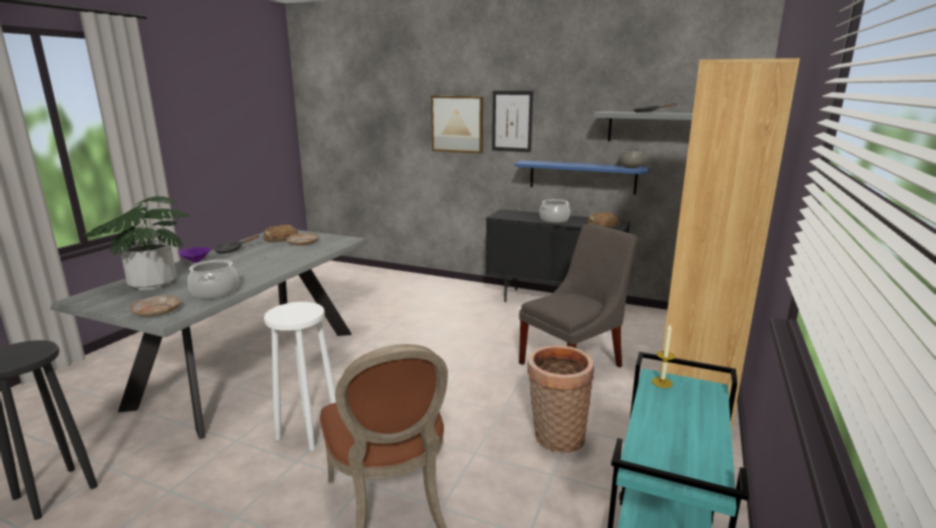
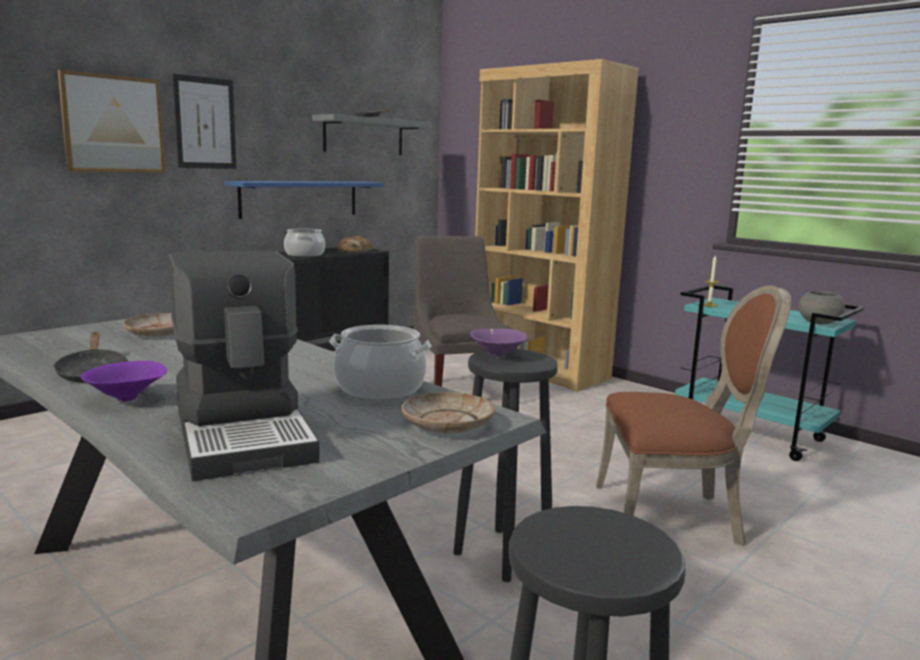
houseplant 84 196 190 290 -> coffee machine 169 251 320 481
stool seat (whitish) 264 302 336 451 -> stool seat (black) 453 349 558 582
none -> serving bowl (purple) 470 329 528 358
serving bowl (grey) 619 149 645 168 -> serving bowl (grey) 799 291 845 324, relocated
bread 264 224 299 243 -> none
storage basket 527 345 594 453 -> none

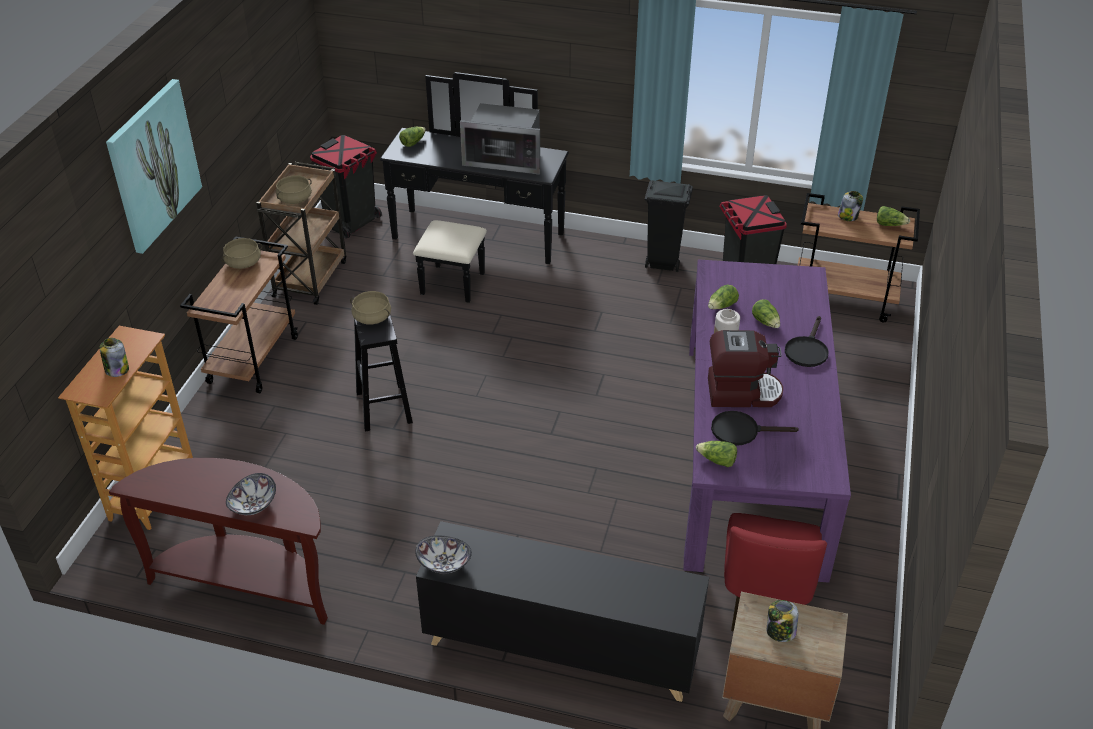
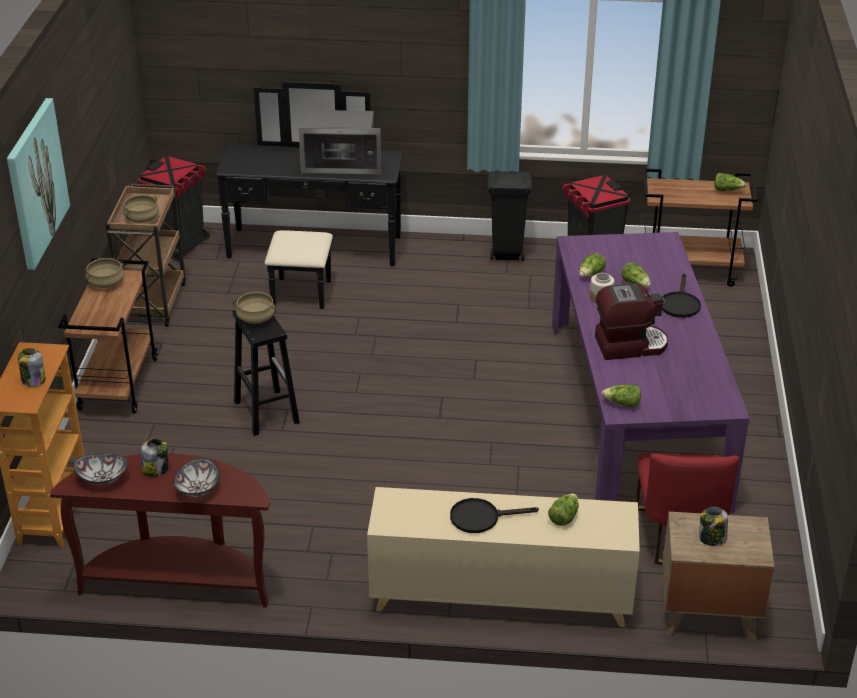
serving bowl 415 535 472 574 -> serving bowl 74 453 128 485, relocated
jar 838 191 863 221 -> jar 141 439 168 477, relocated
cupboard (black) 416 521 709 702 -> cupboard (beige-coloured) 367 487 640 627
skillet (black) 711 411 799 446 -> skillet (black) 450 498 539 533, relocated
lettuce 399 127 426 147 -> lettuce 548 493 579 526, relocated

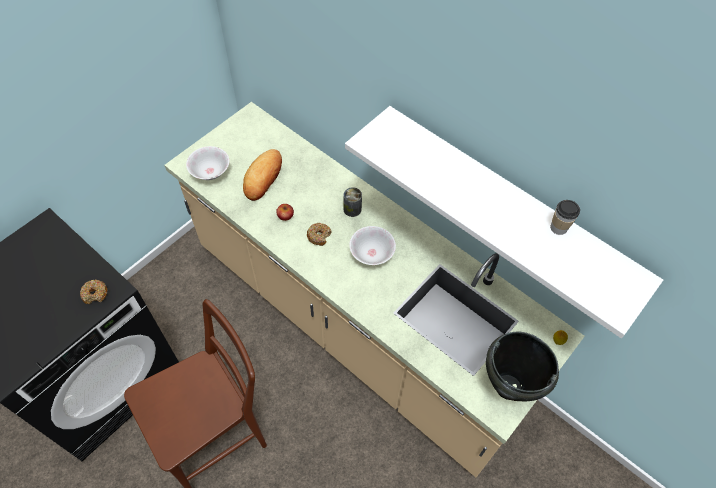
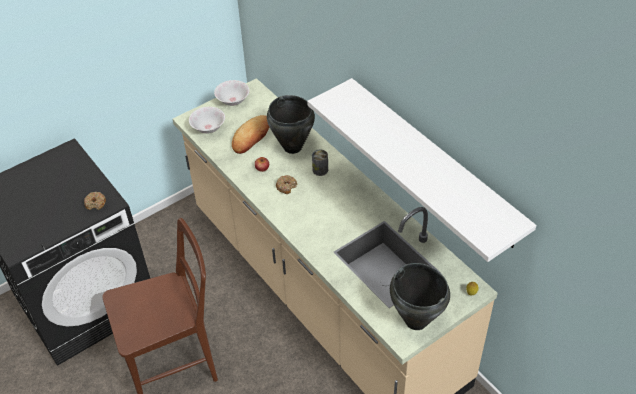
serving bowl (whitish) 349 226 396 265 -> serving bowl (whitish) 214 80 249 106, relocated
none -> cooking pot (black) 267 95 315 154
drinking cup 550 200 580 235 -> none

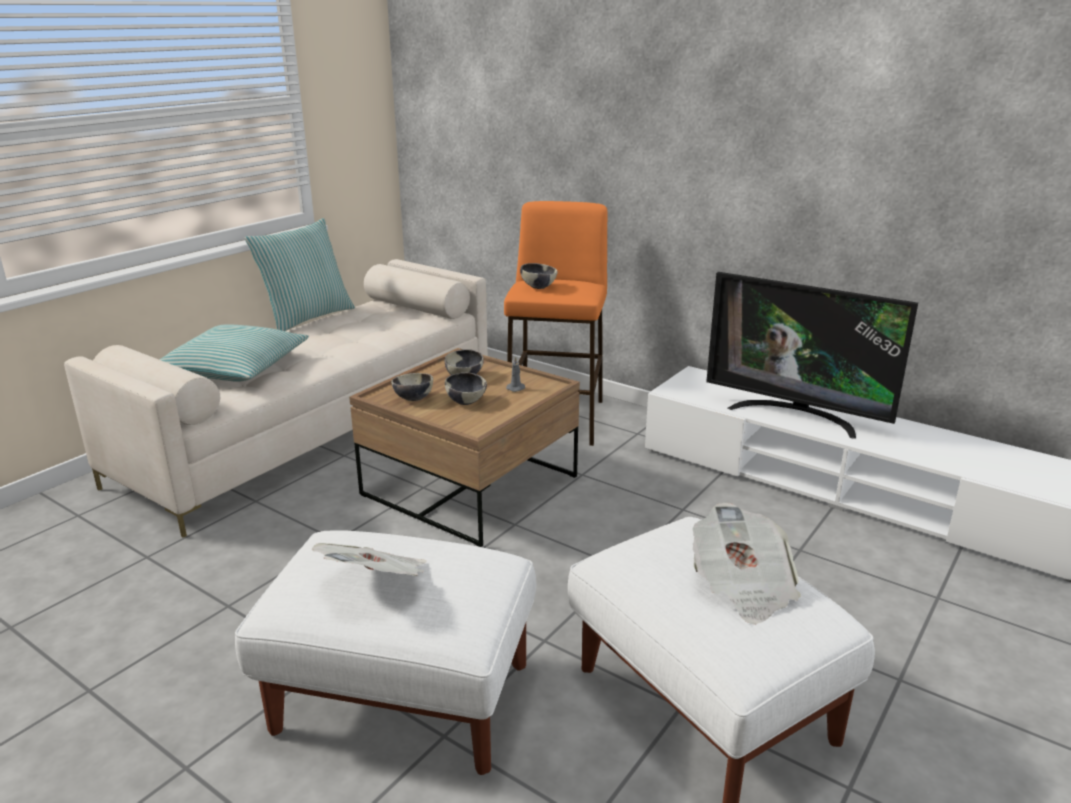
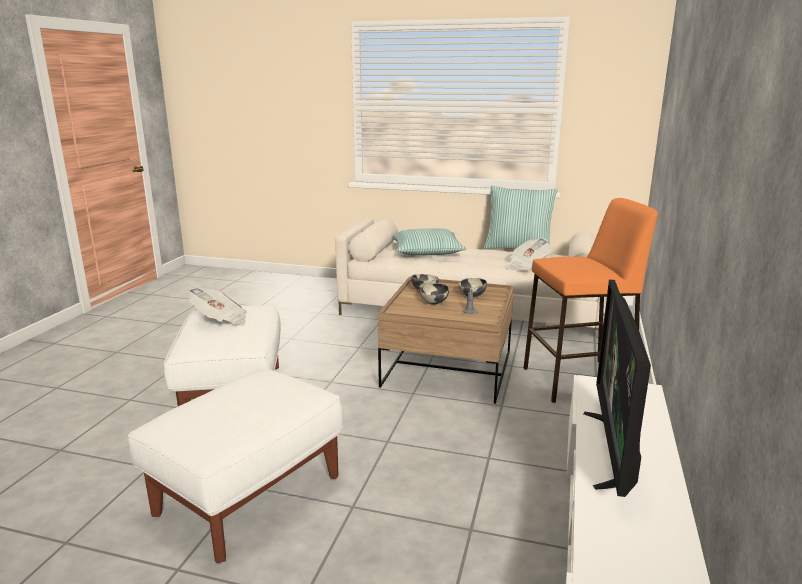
newspaper 692 503 801 625 -> newspaper 506 238 553 271, relocated
serving bowl 520 263 558 289 -> none

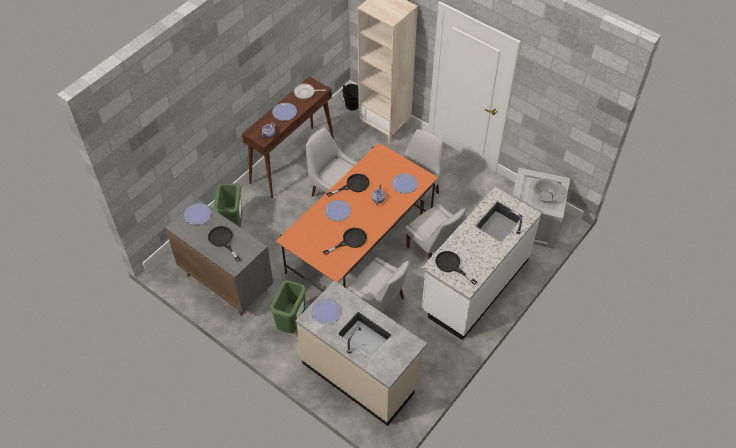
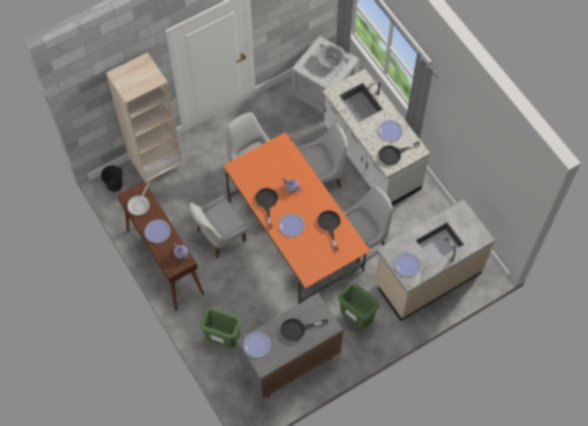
flat dish 392 173 418 194 -> flat dish 378 120 403 142, relocated

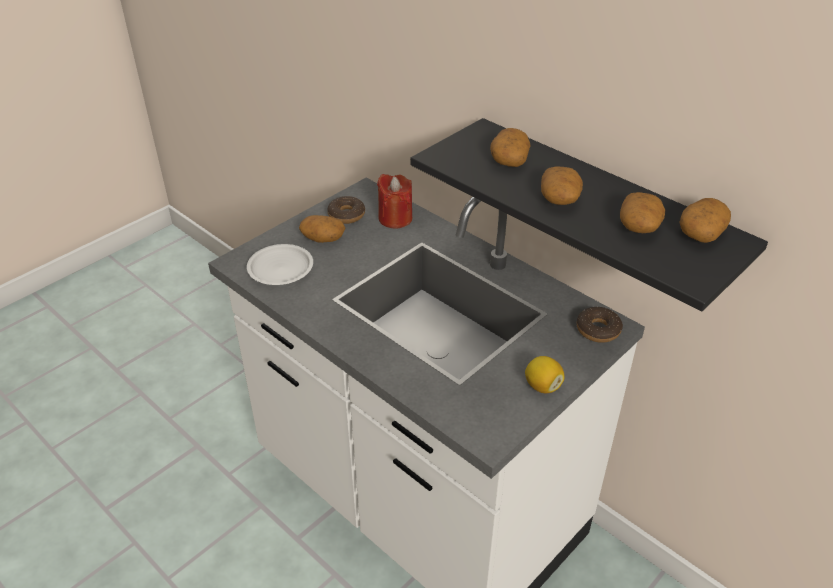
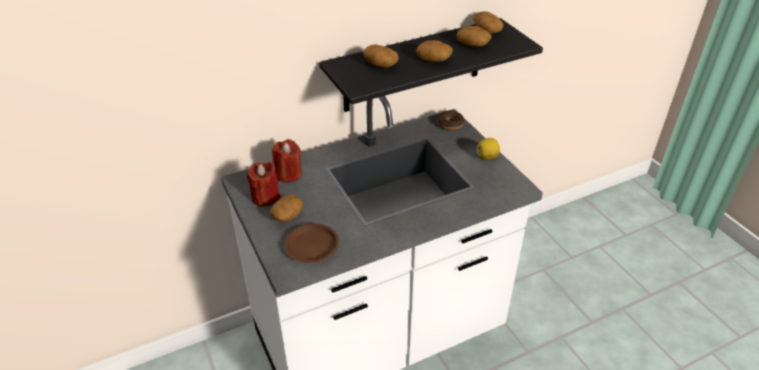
donut 327 196 365 224 -> wax light (red-coloured) 247 162 280 207
flat dish (whitish) 247 244 313 285 -> flat dish (brown-coloured) 284 223 339 263

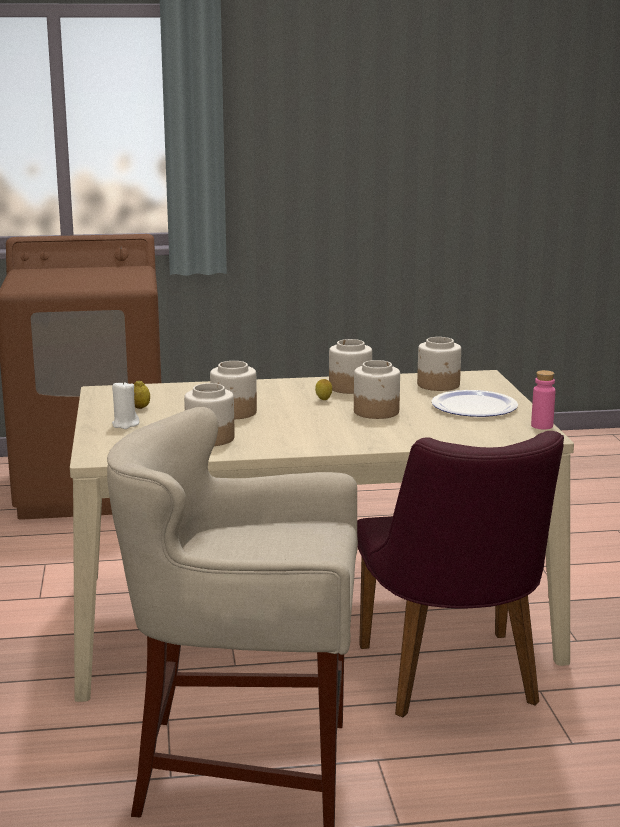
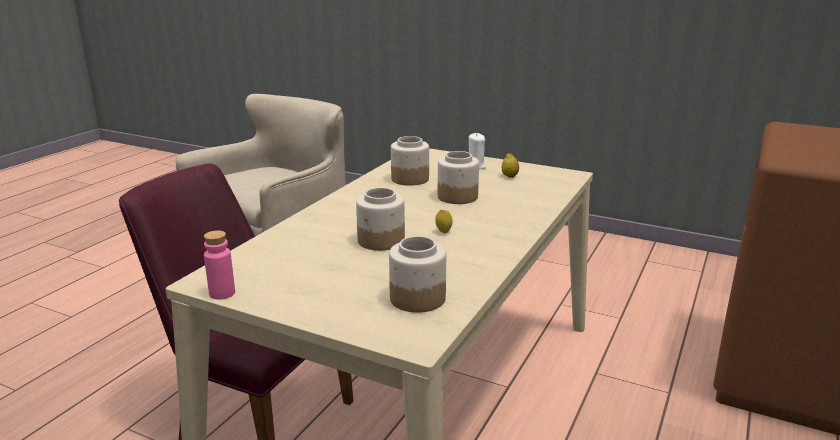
jar 329 339 372 394 -> none
flat dish 432 390 518 417 -> none

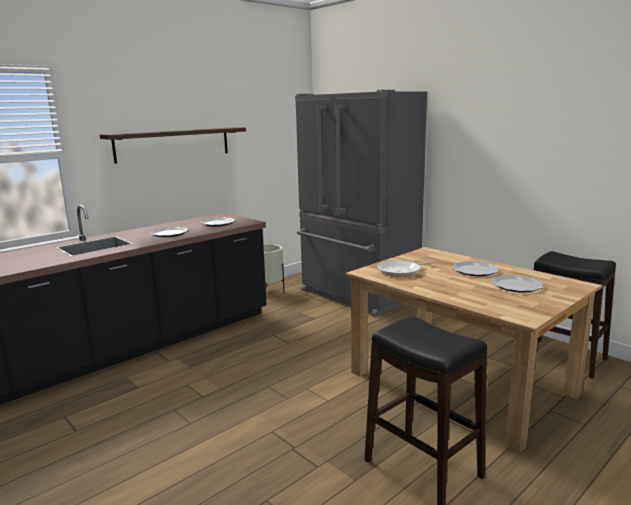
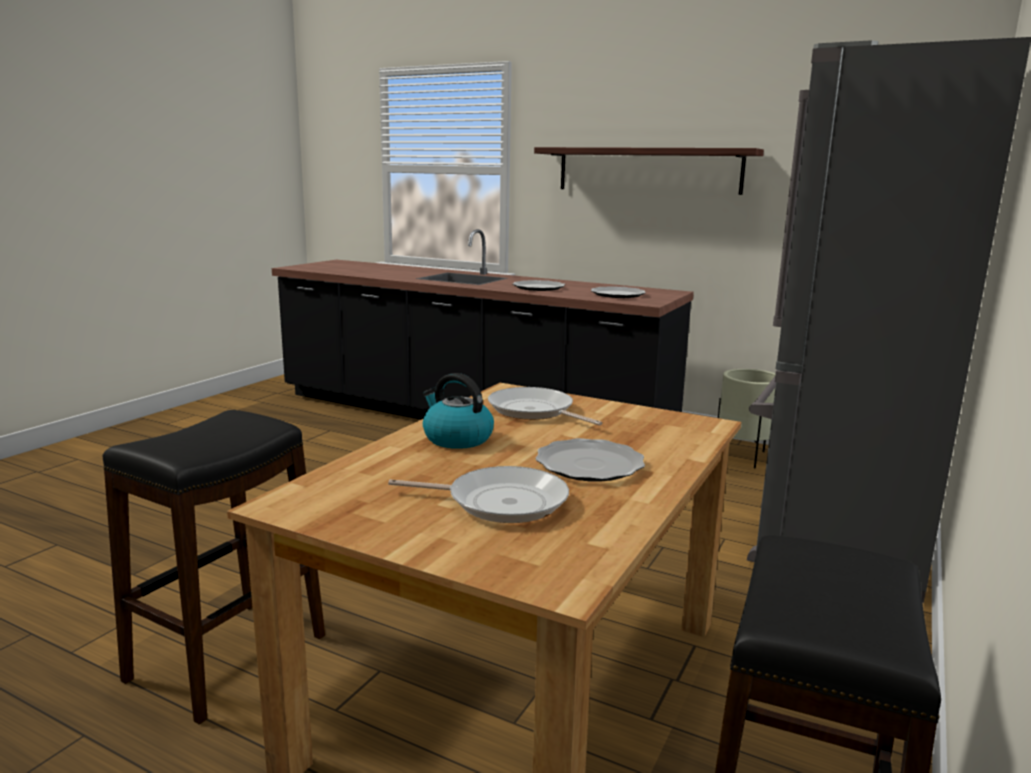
flat dish 491 275 544 293 -> skillet 388 466 569 523
none -> water kettle 423 373 494 449

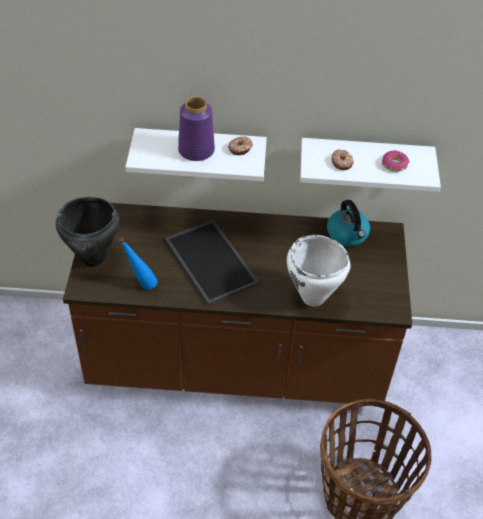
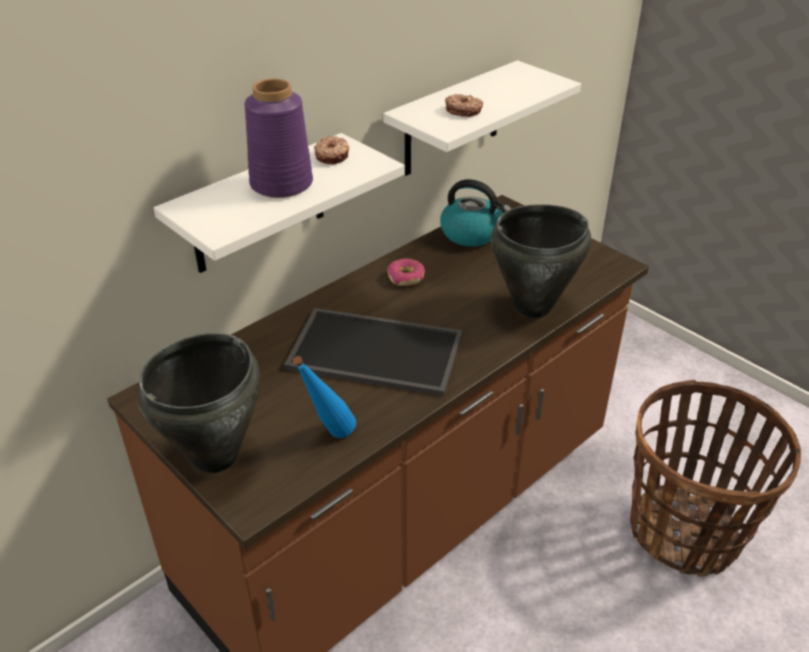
donut 382 150 410 172 -> donut 387 258 425 286, relocated
cooking pot (whitish) 287 235 350 307 -> cooking pot (black) 491 204 591 318

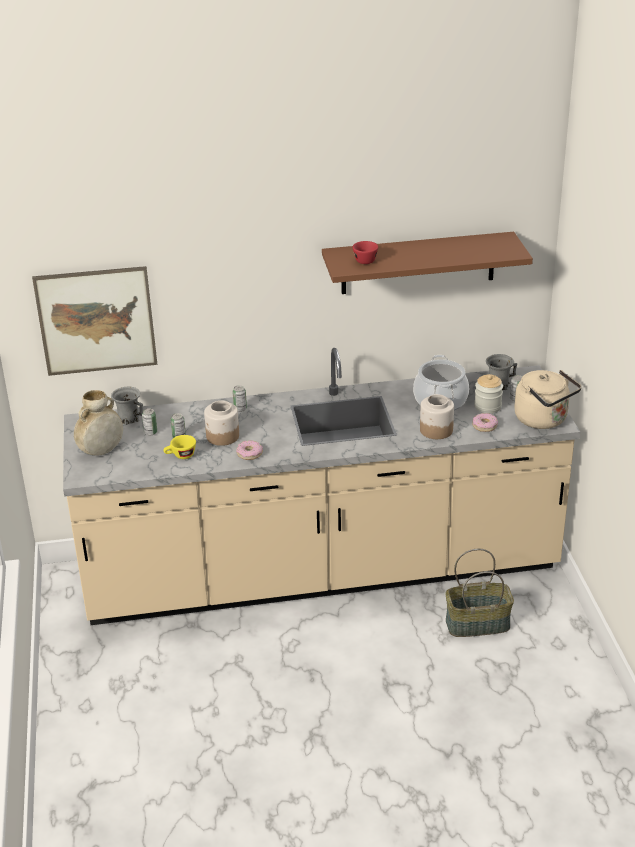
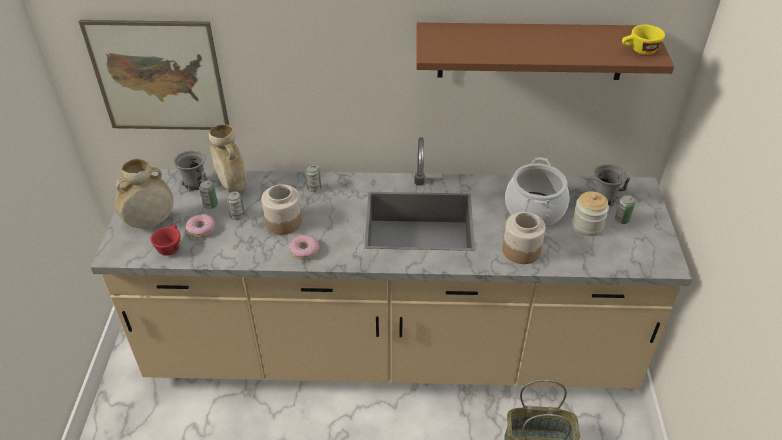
drinking cup (red-coloured) 353 241 378 264 -> drinking cup (red-coloured) 151 224 181 256, relocated
donut 472 413 498 432 -> donut 186 214 215 238, relocated
none -> vase (beige-coloured) 209 124 247 192
drinking cup (yellow) 163 435 196 459 -> drinking cup (yellow) 622 25 665 55, relocated
water kettle (beige-coloured) 514 370 582 429 -> none

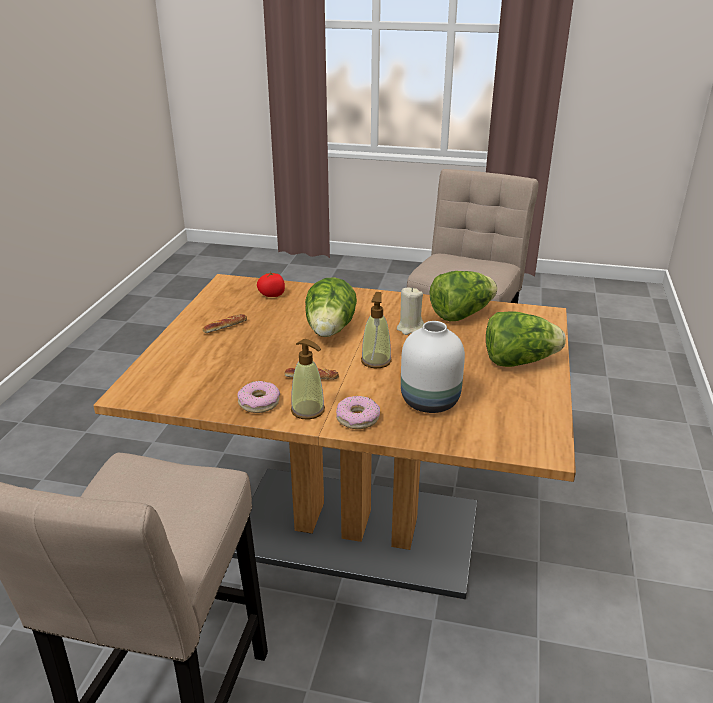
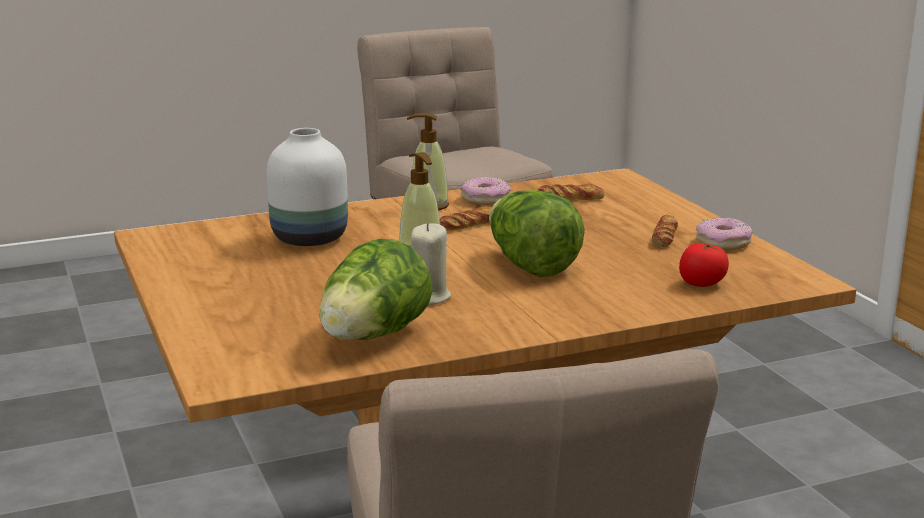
none -> bread 537 184 605 200
donut 336 396 380 429 -> donut 696 218 753 250, relocated
lettuce 486 311 566 367 -> none

